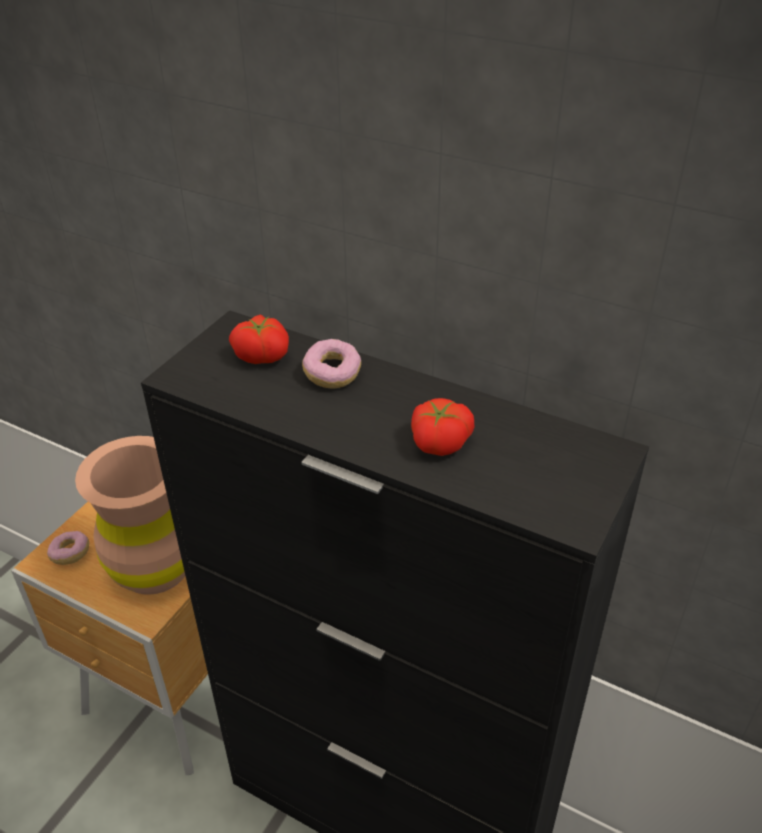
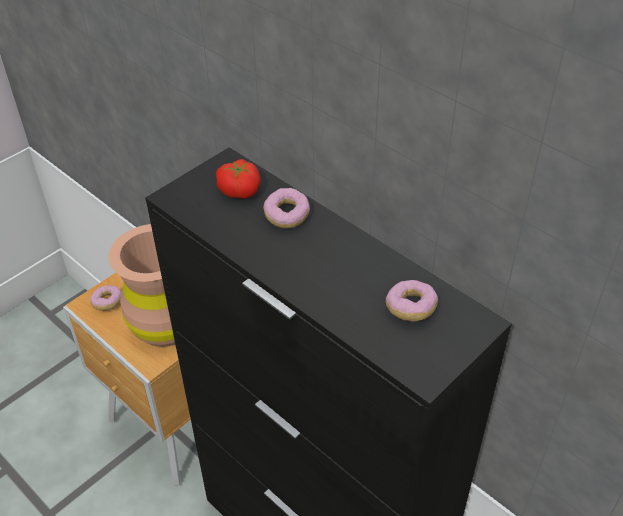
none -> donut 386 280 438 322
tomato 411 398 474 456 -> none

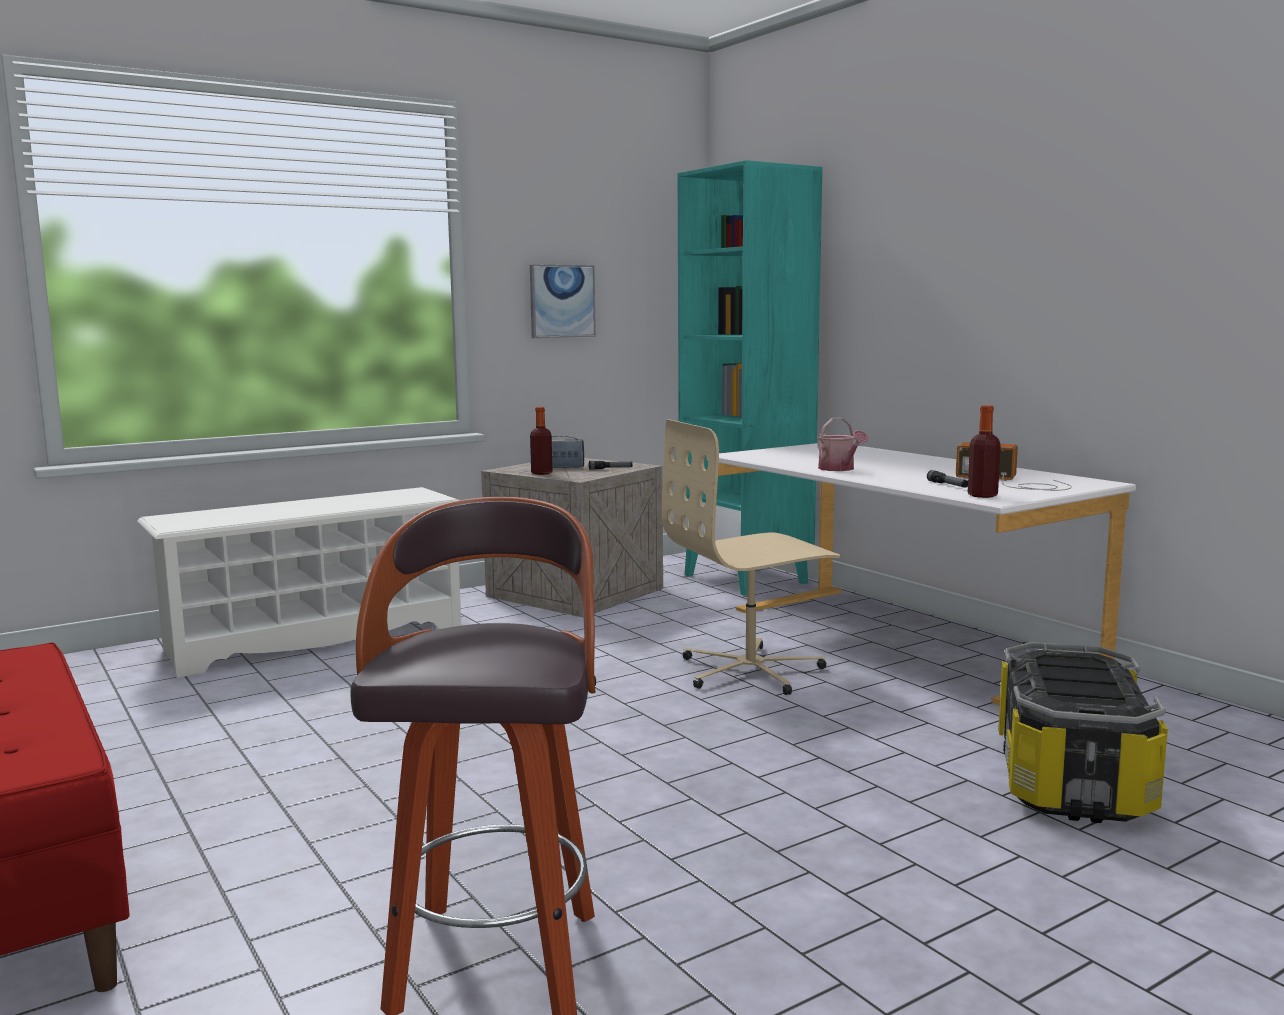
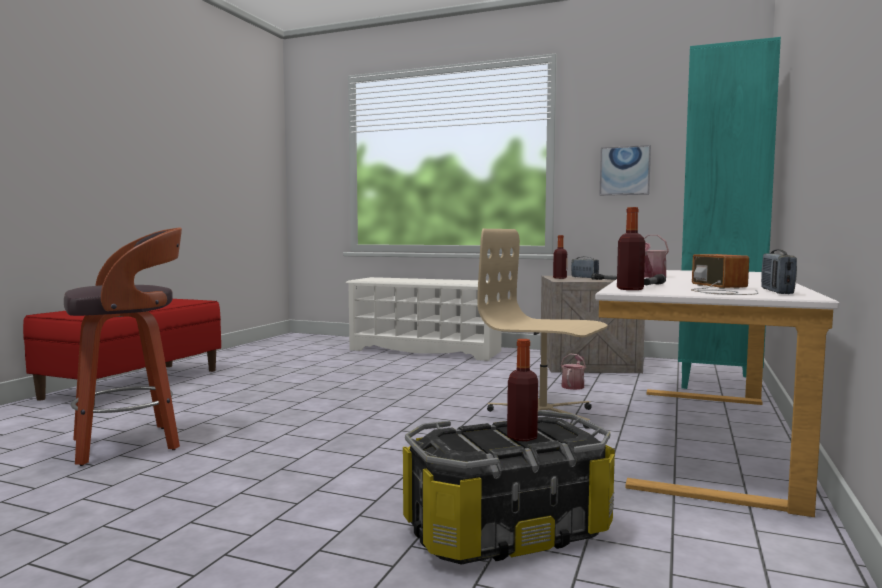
none -> drink bottle 507 339 538 441
none -> sprinkling can 561 354 586 390
none -> radio 761 249 797 294

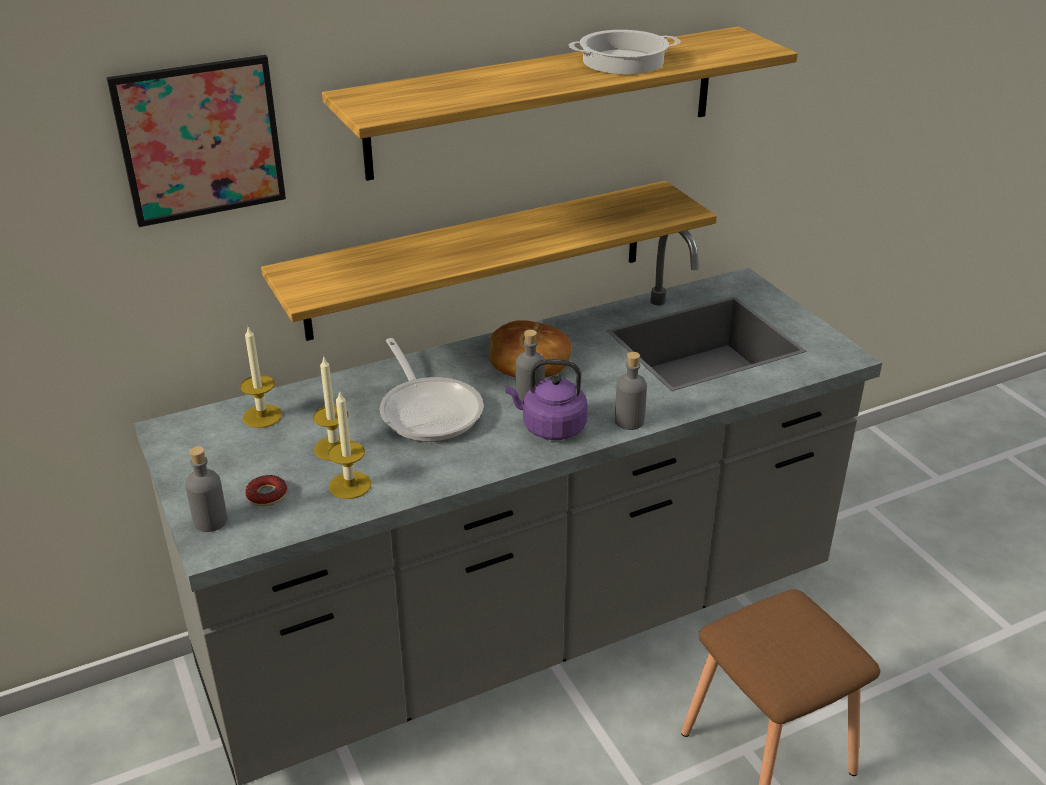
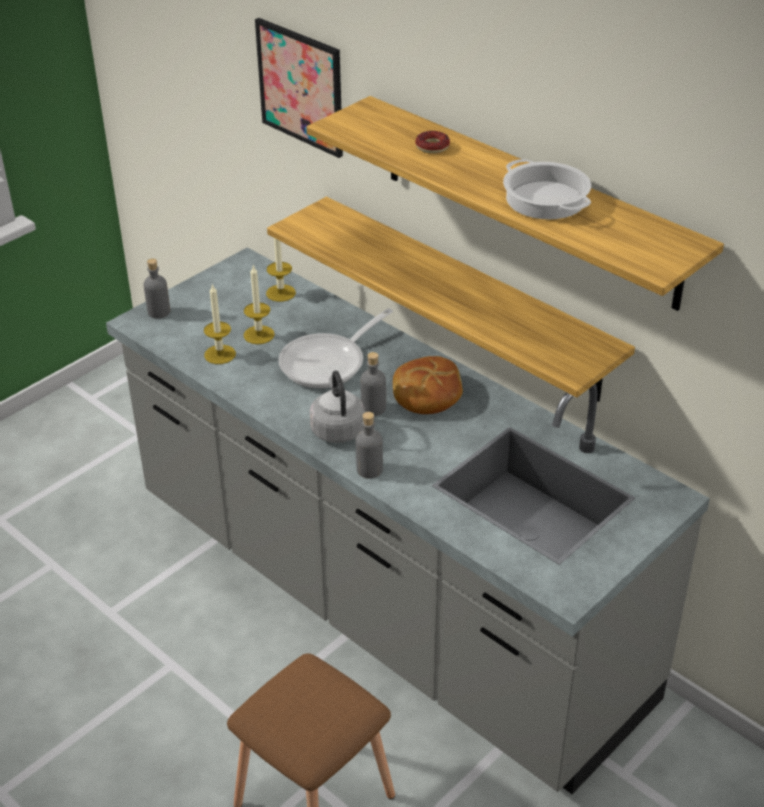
water kettle (purple) 506 359 588 440 -> water kettle (grey) 310 371 365 443
donut 245 475 287 506 -> donut 415 131 450 154, relocated

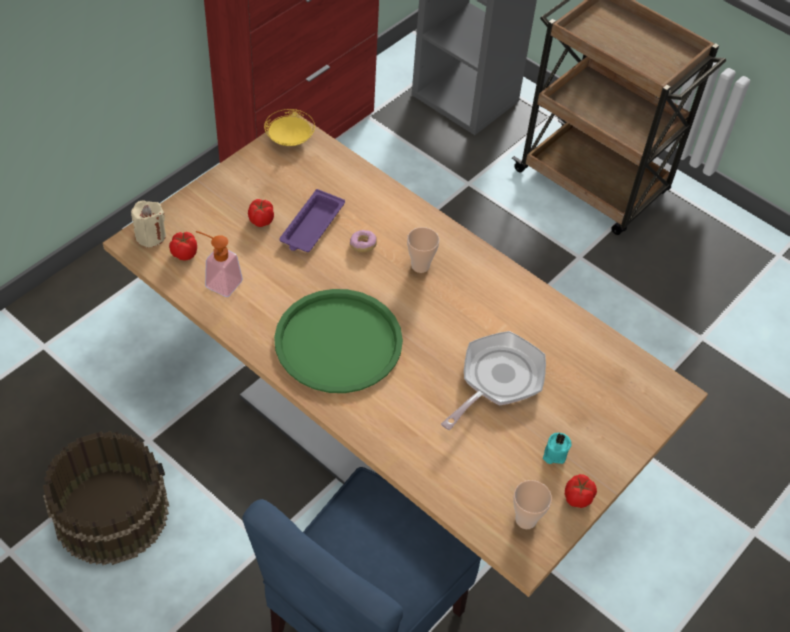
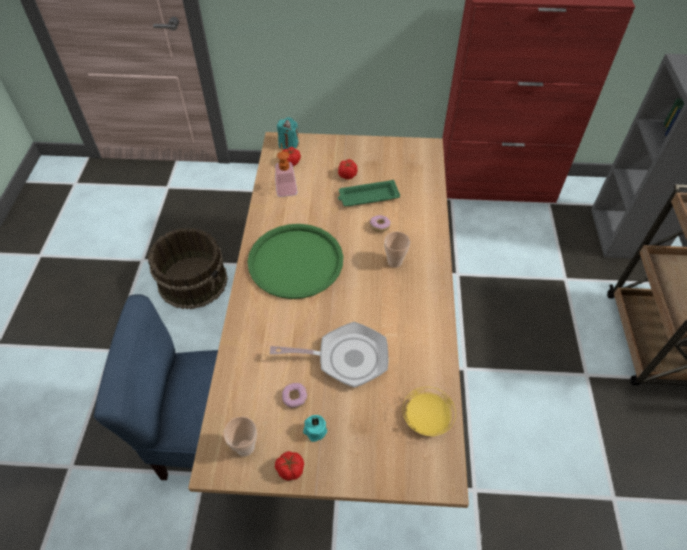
wax light (beige-coloured) 131 201 166 248 -> wax light (turquoise) 277 117 299 150
none -> donut 282 383 308 408
serving tray (purple) 279 189 345 252 -> serving tray (green) 338 180 400 206
flat dish (yellow) 264 109 315 146 -> flat dish (yellow) 403 387 456 437, relocated

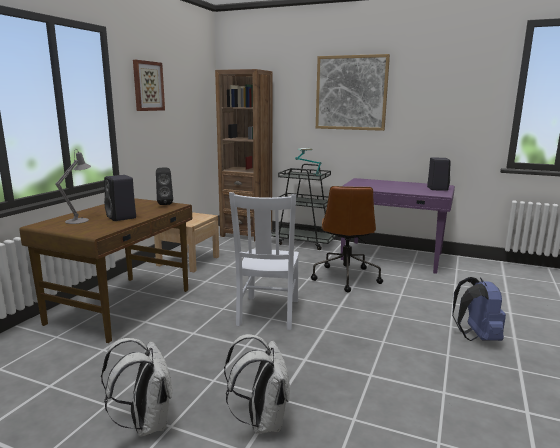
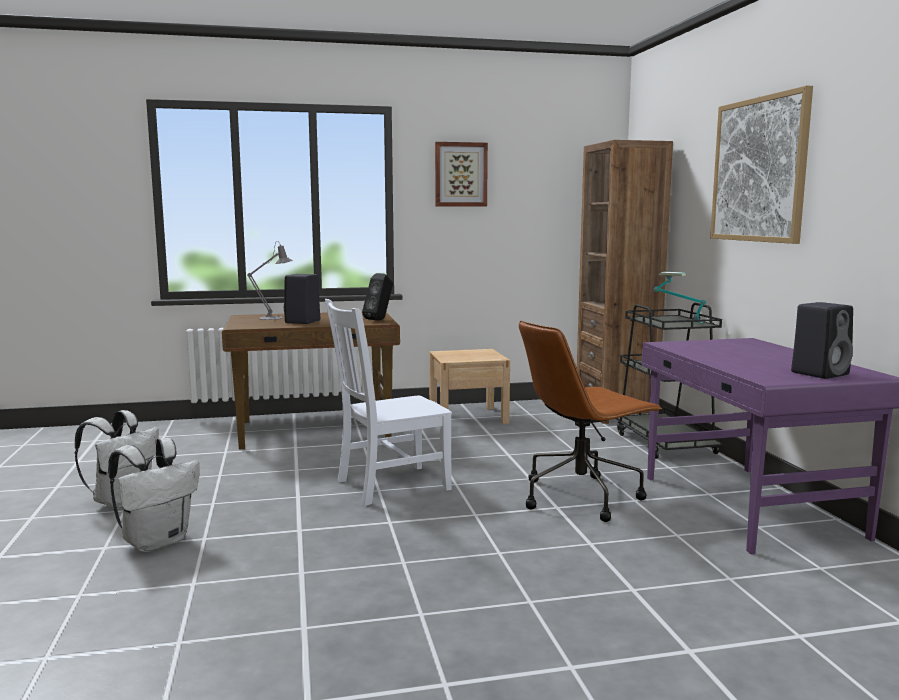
backpack (blue) 452 277 506 341 -> none

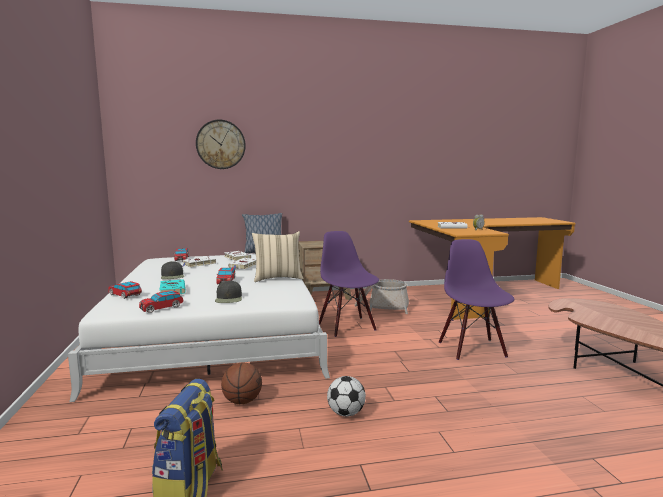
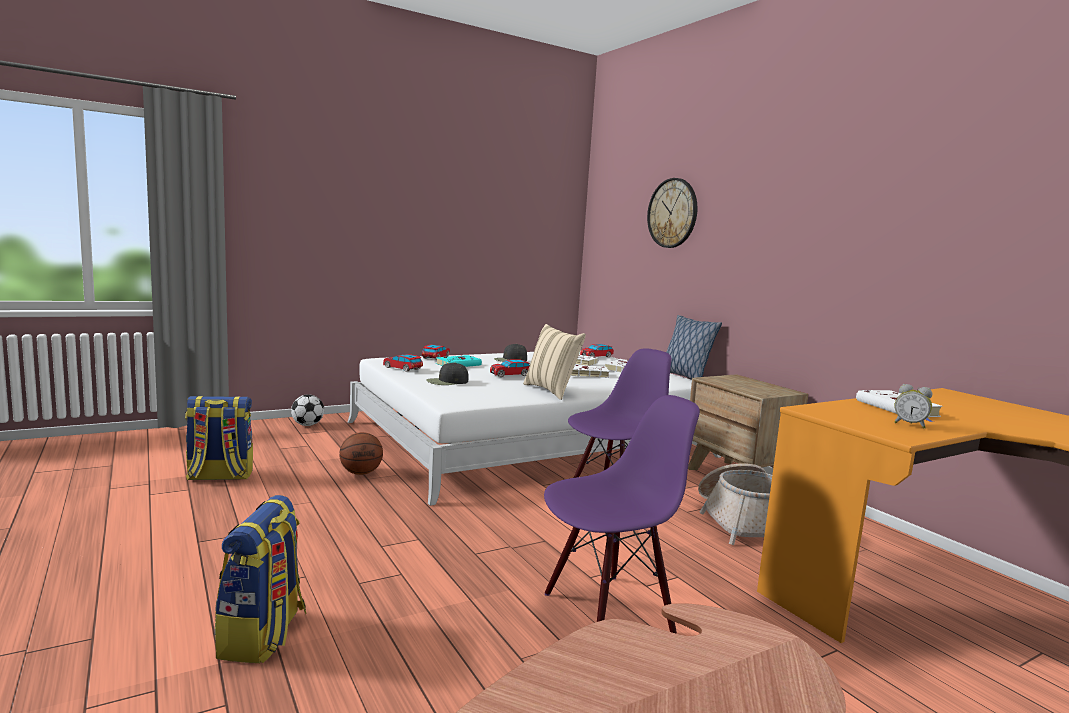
none -> backpack 214 495 307 663
ball for football 327 376 366 417 -> ball for football 291 395 324 426, relocated

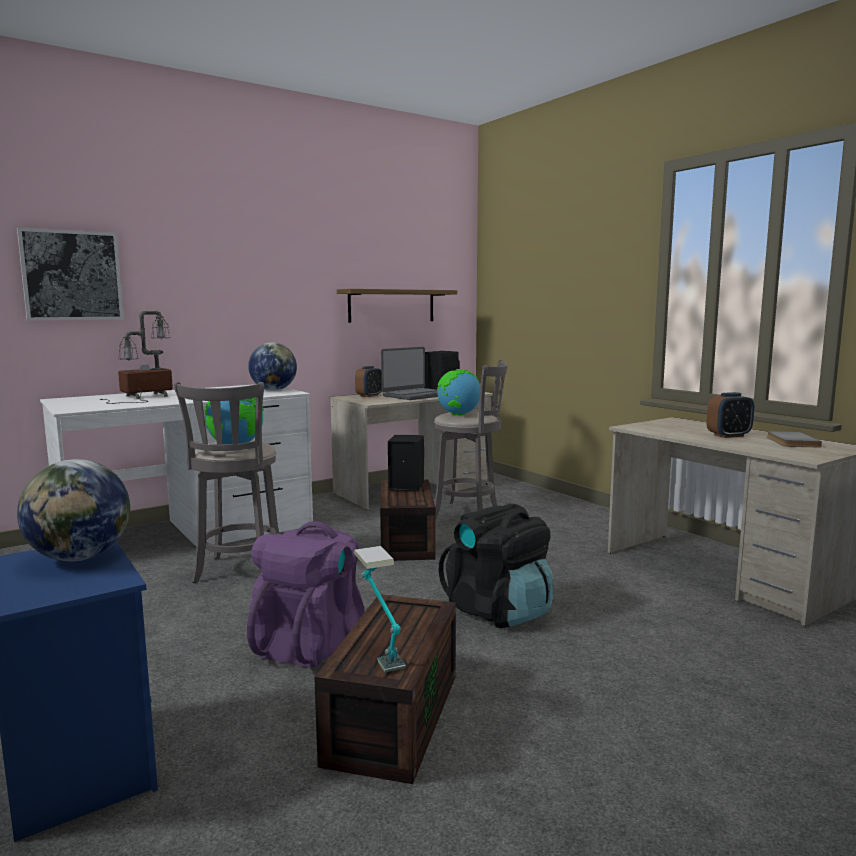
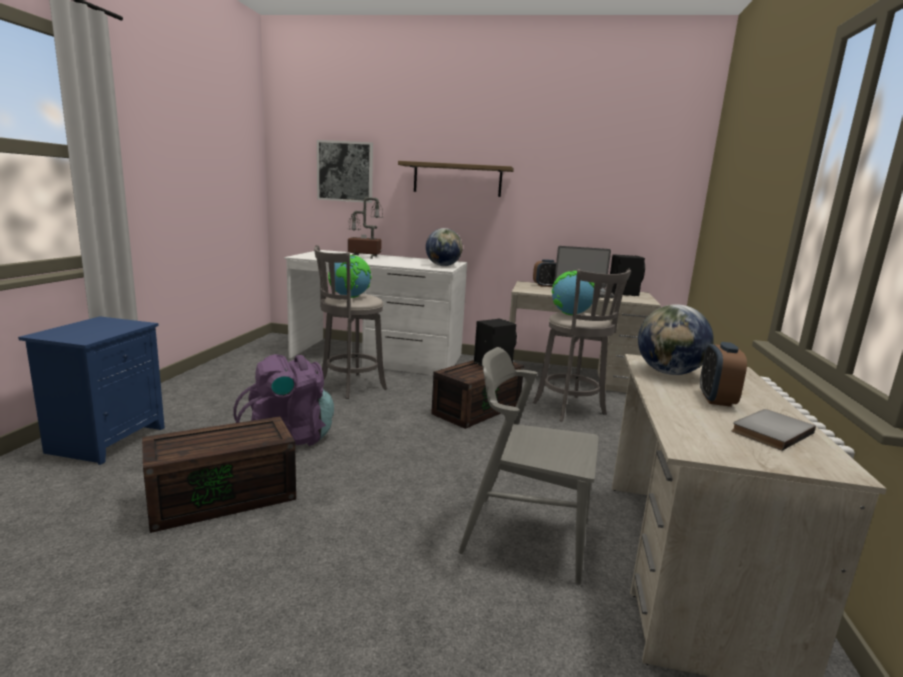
shelf 337 289 457 323 -> shelf 398 161 514 197, relocated
none -> upright chair (grey) 458 347 599 585
world globe 17 459 130 561 -> world globe 638 304 714 375, relocated
bedside clock 706 392 754 438 -> bedside clock 700 342 747 407, 75 degrees clockwise
table lamp 354 546 406 672 -> none
backpack (black) 438 504 553 628 -> none

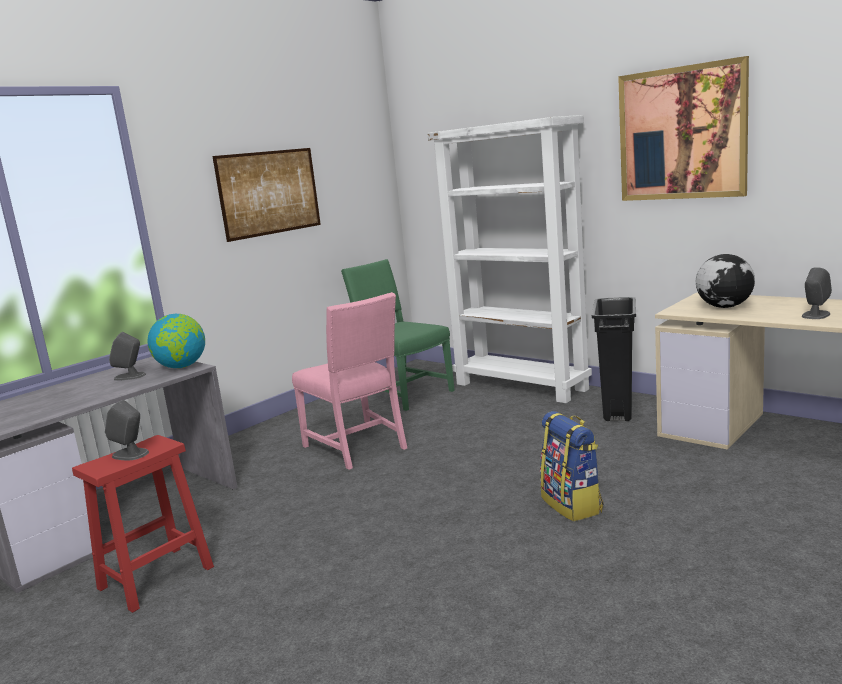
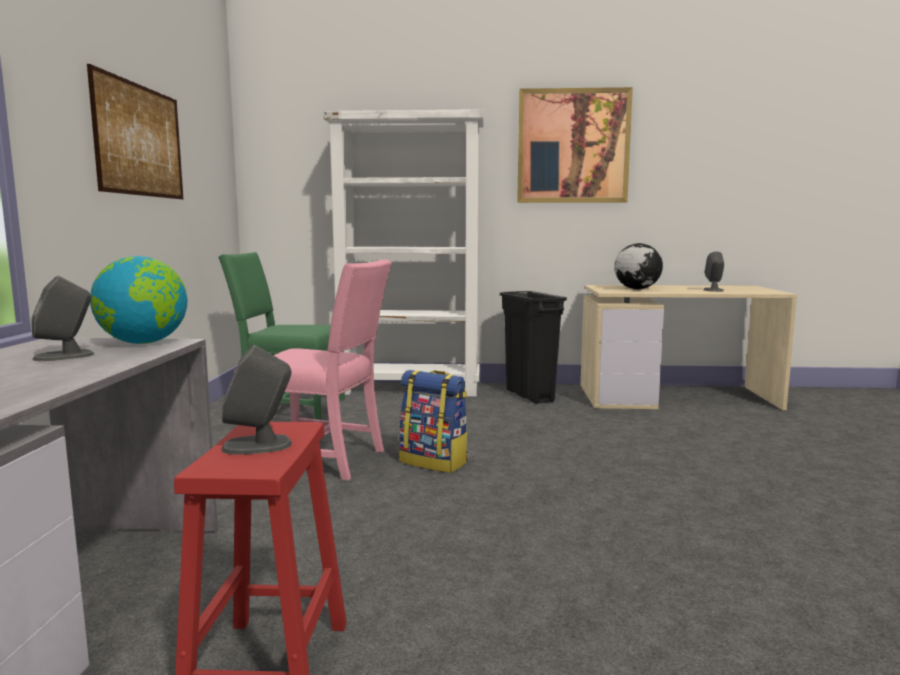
backpack 540 411 603 522 -> backpack 399 370 468 473, relocated

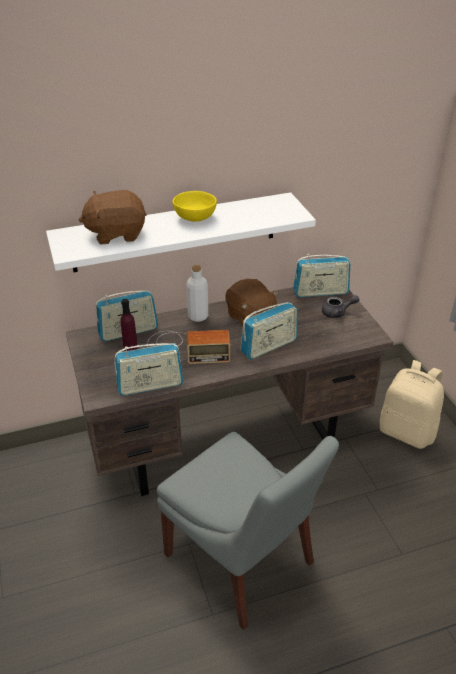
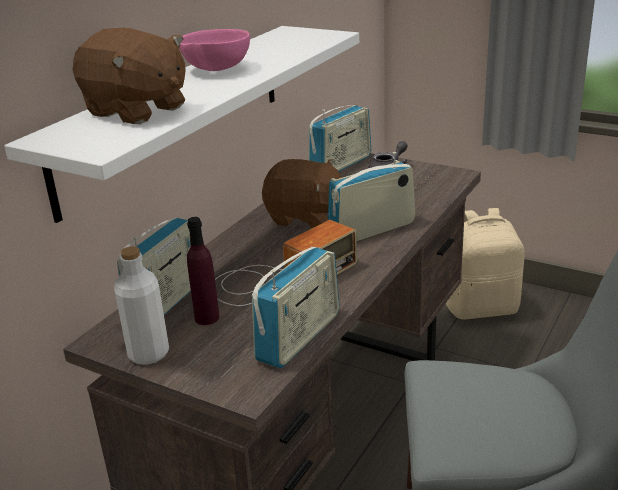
plush toy (brown-coloured) 79 190 147 244 -> plush toy (brown-coloured) 73 28 186 124, 90 degrees counterclockwise
drink bottle (whitish) 186 265 208 322 -> drink bottle (whitish) 114 247 169 365, relocated
serving bowl (yellow) 172 191 217 221 -> serving bowl (pink-coloured) 179 29 250 71
radio 241 302 298 359 -> radio 328 152 415 241, 135 degrees counterclockwise

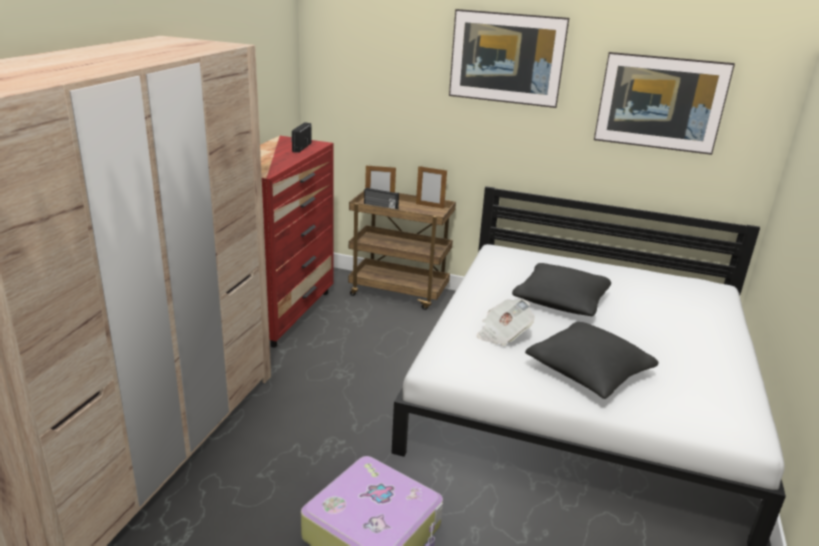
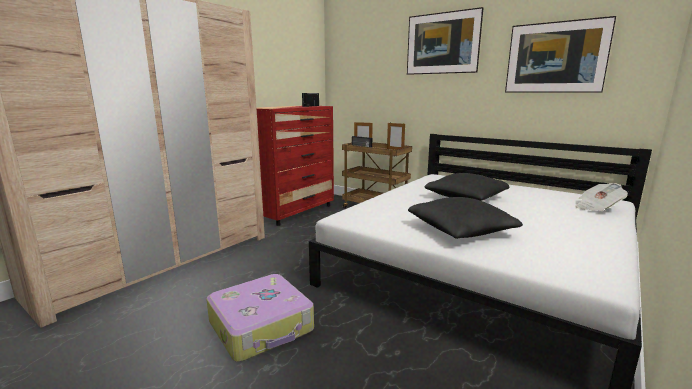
newspaper 477 299 535 346 -> newspaper 575 183 628 211, relocated

